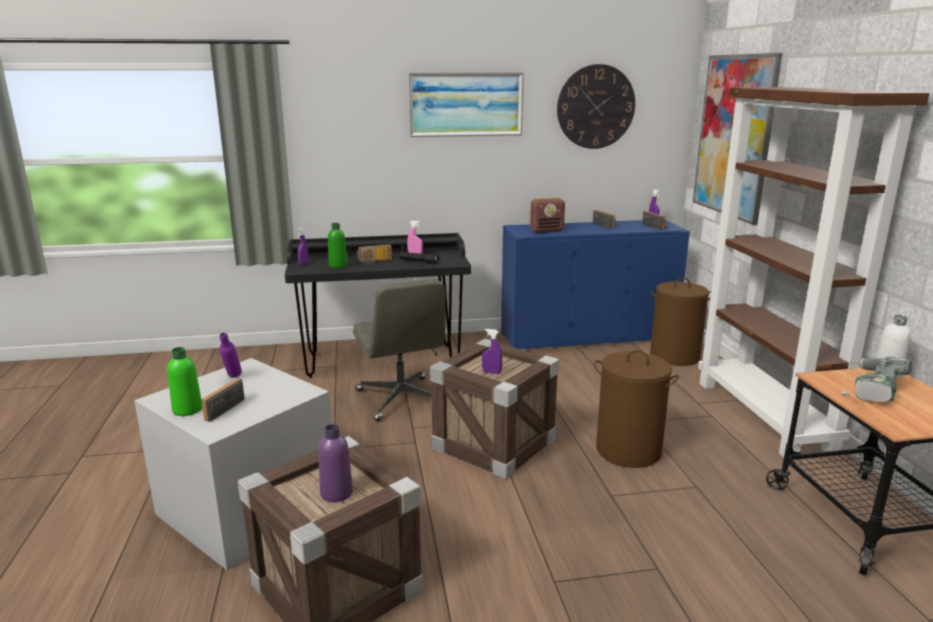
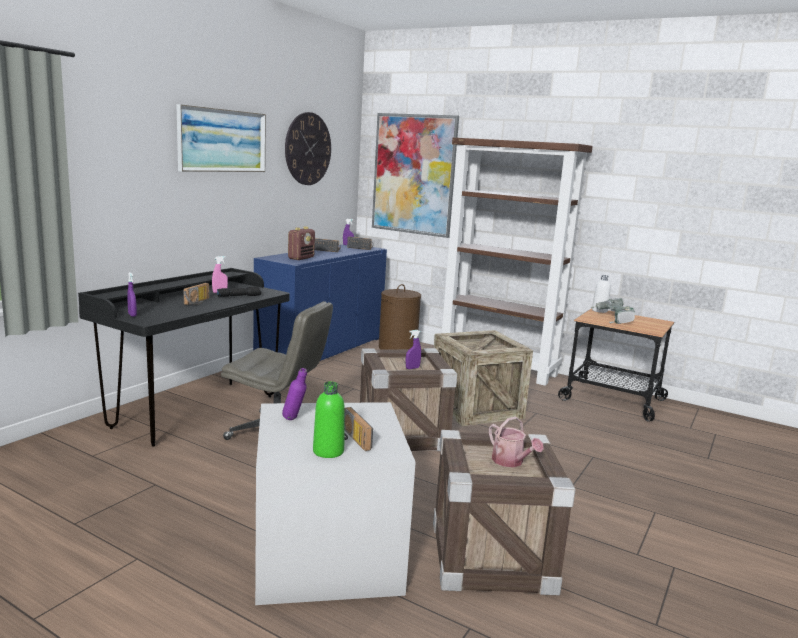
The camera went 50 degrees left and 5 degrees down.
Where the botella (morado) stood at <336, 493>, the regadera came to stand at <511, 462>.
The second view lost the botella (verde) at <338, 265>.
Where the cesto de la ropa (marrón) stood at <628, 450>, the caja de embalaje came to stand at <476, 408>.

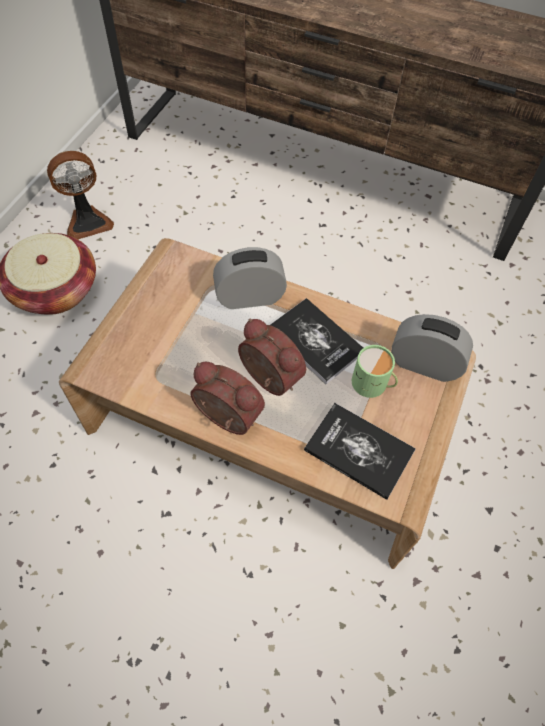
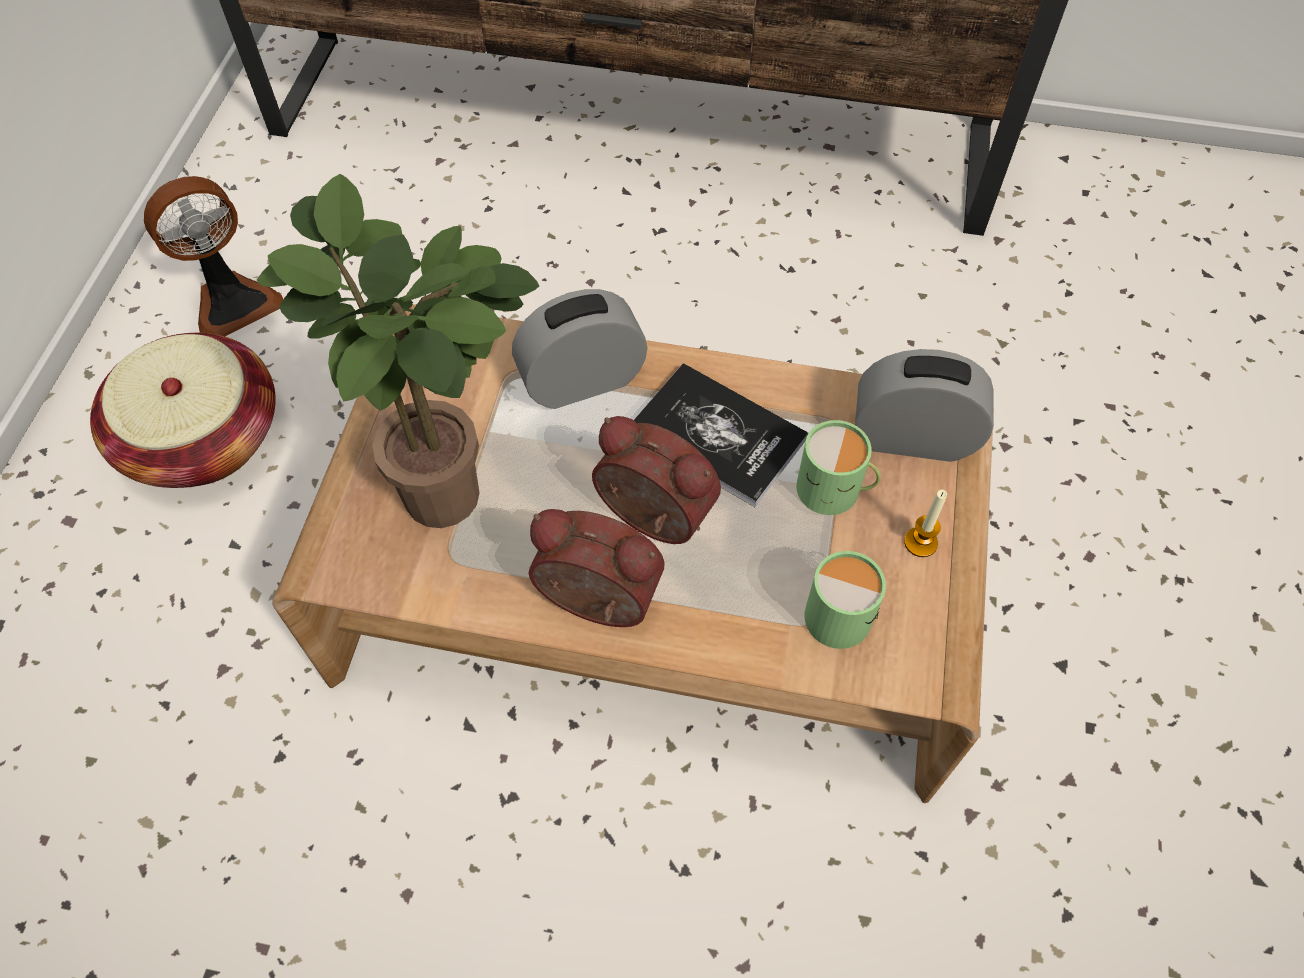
The camera went 10 degrees left and 0 degrees up.
Where the libro stood at <359, 451>, the taza grande (verde) came to stand at <841, 611>.
The second view gained the planta en maceta at <456, 498>.
The second view gained the vela at <920, 542>.

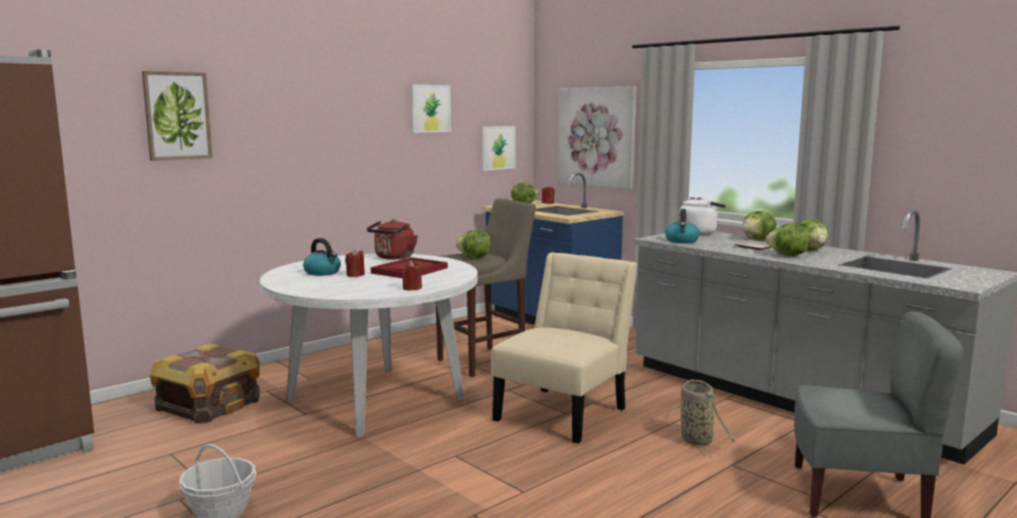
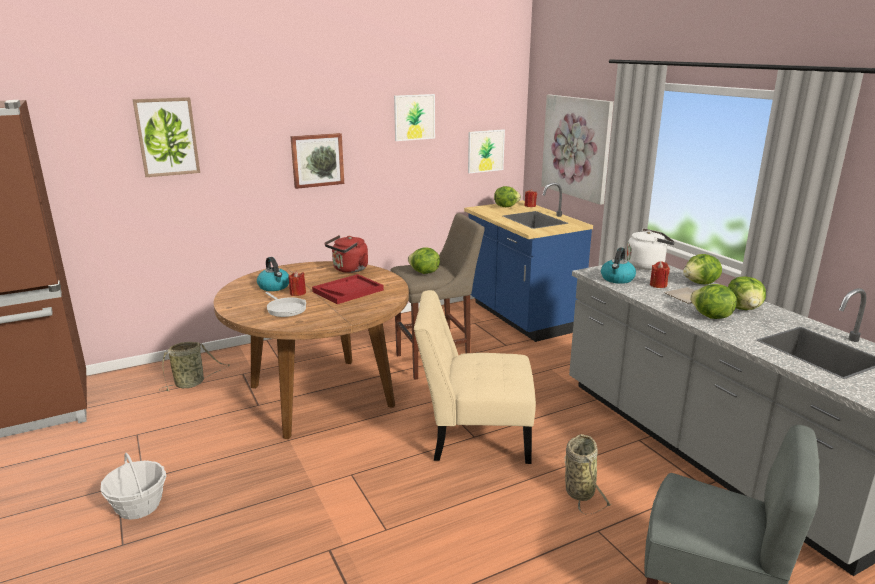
The camera went 15 degrees right and 10 degrees up.
Where the caja de embalaje stood at <209, 404>, the cesta came to stand at <192, 383>.
What was the mesa de comedor (blanco) at <375, 399> turned into the mesa de comedor (marrón) at <321, 396>.
The vela (rojo) ended up elsewhere, having gone from <412, 288> to <658, 285>.
The silla (beis) at <564, 412> ended up facing another way, 135 degrees counterclockwise from before.
The second view gained the sartén at <285, 309>.
The second view gained the cuadro at <317, 160>.

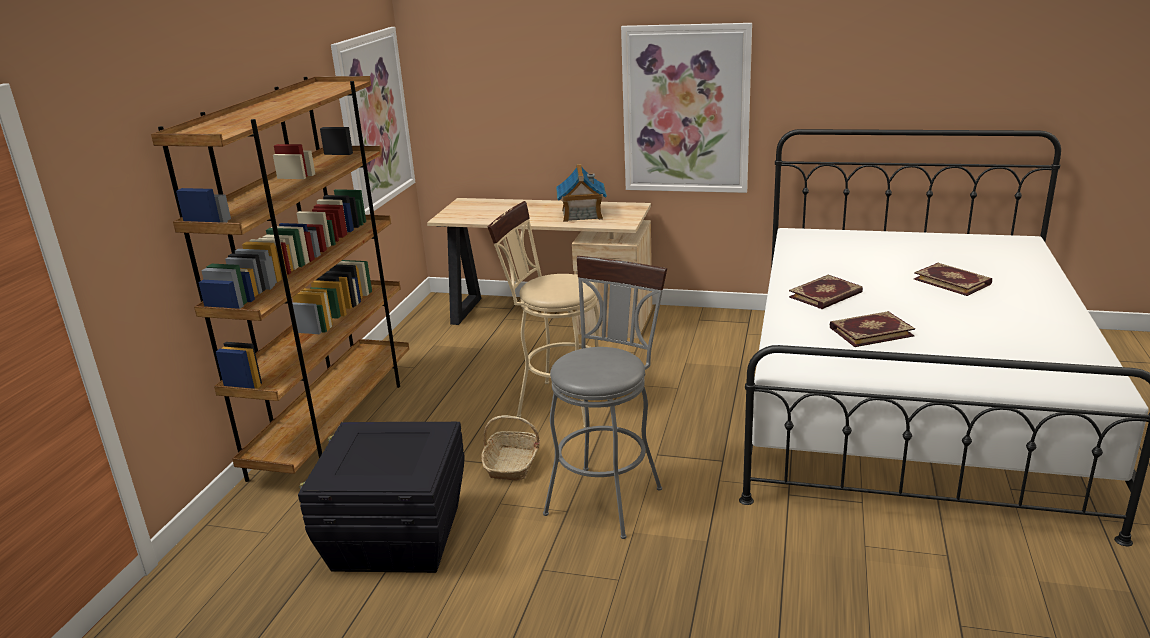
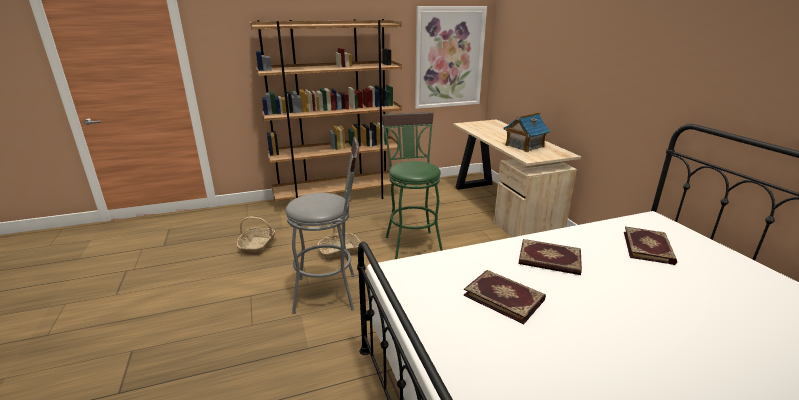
The camera went 55 degrees right and 0 degrees up.
Where the caja de almacenaje (negro) stood at <395, 538>, the cesta came to stand at <257, 246>.
What was the taburete (beis) at <557, 403> turned into the taburete (verde) at <412, 243>.
The second view lost the cuadro at <686, 110>.
The libro ended up elsewhere, having gone from <952, 281> to <649, 247>.

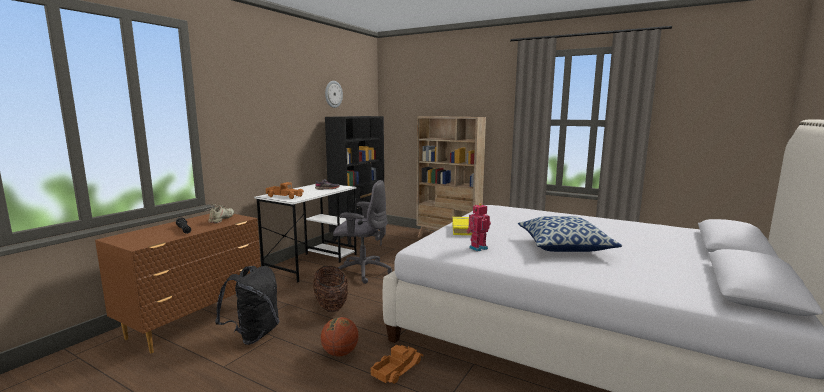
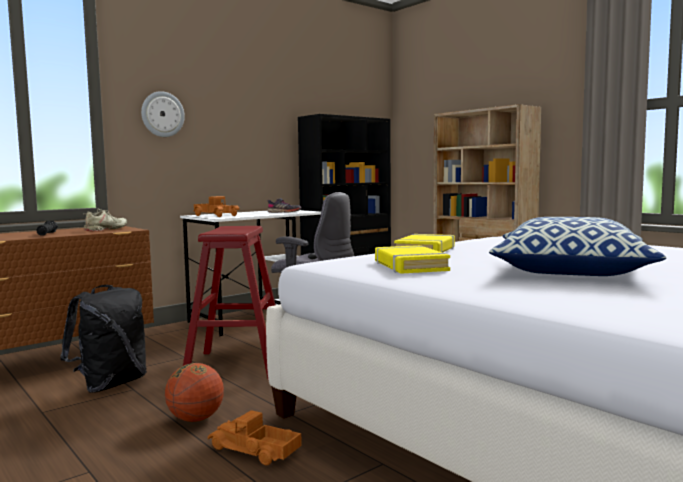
The camera went 20 degrees right and 5 degrees down.
Where the cesta stood at <331, 306>, the taburete (rojo) came to stand at <237, 365>.
The reloj de pared ended up elsewhere, having gone from <333, 94> to <162, 114>.
The camión de juguete at <396, 369> ended up facing another way, 120 degrees counterclockwise from before.
Where the robot de juguete stood at <477, 248>, the libro (amarillo) came to stand at <409, 266>.

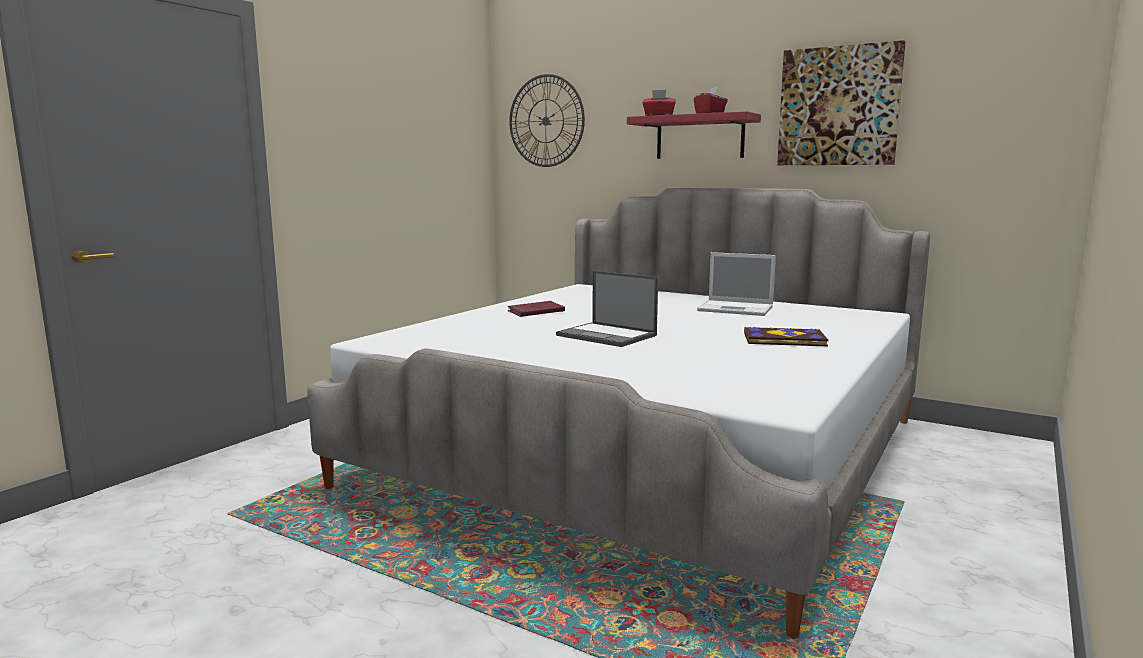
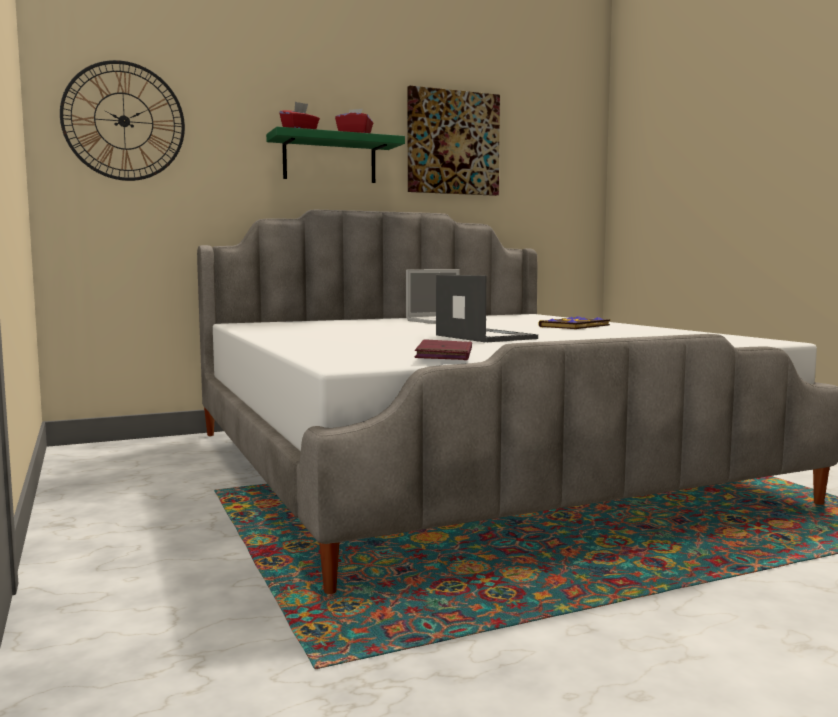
The camera went 55 degrees left and 5 degrees down.
The libro (rojo) ended up elsewhere, having gone from <536, 312> to <444, 355>.
The portátil at <608, 335> ended up facing another way, 105 degrees counterclockwise from before.
What was the estante (rojo) at <700, 137> turned into the estante (verde) at <329, 159>.

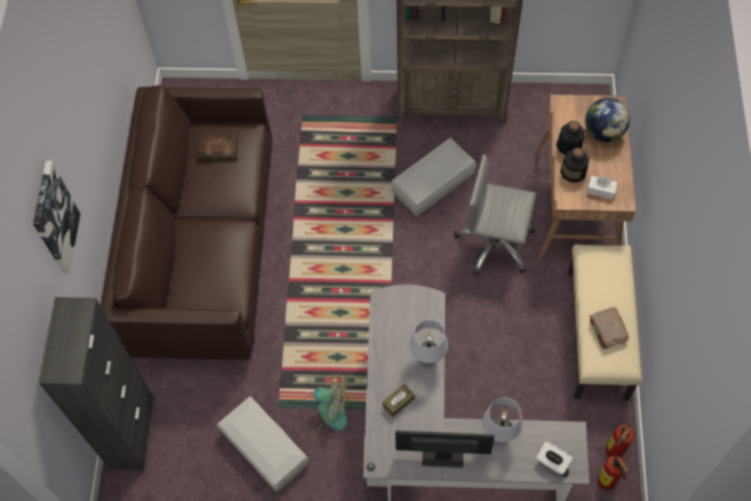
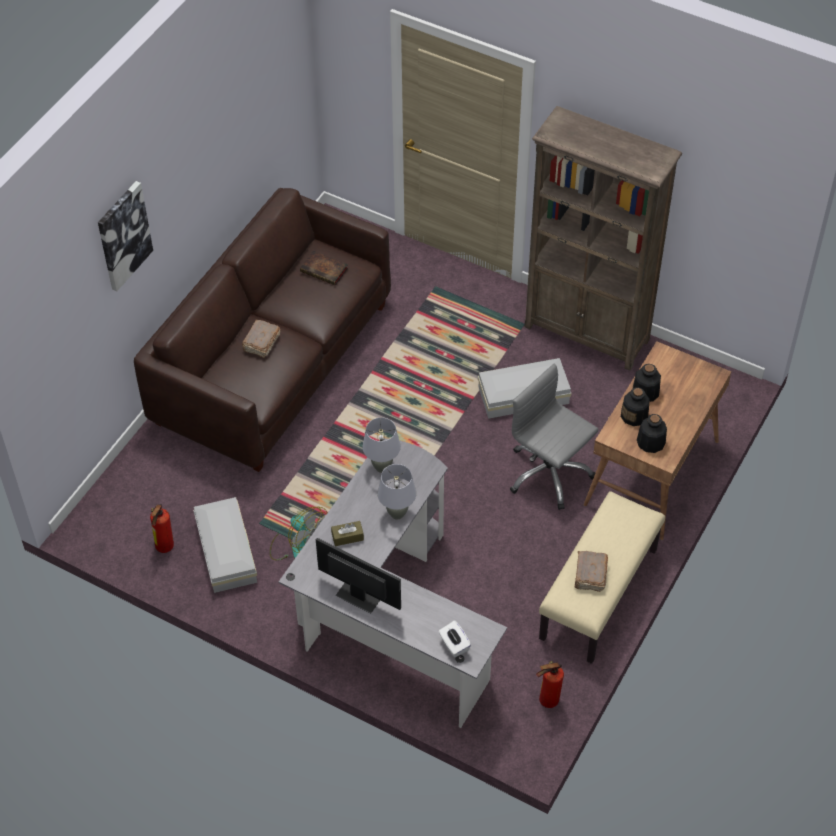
The camera went 25 degrees right and 10 degrees down.
The second view lost the armario (negro) at <132, 432>.
The lámpara de mesa (gris) ended up elsewhere, having gone from <499, 434> to <382, 467>.
The second view lost the globo terráqueo at <604, 132>.
Where the caja de pañuelos (blanco) stood at <601, 190>, the botella came to stand at <650, 442>.
The extintor ended up elsewhere, having gone from <607, 484> to <163, 548>.
The second view gained the libro (marrón) at <261, 343>.

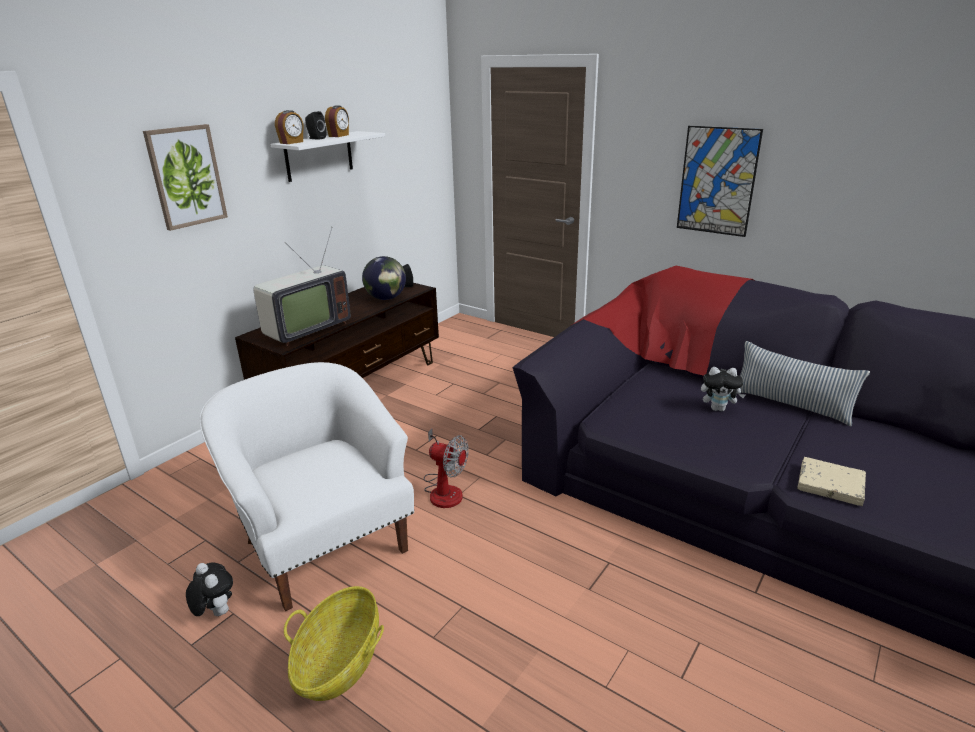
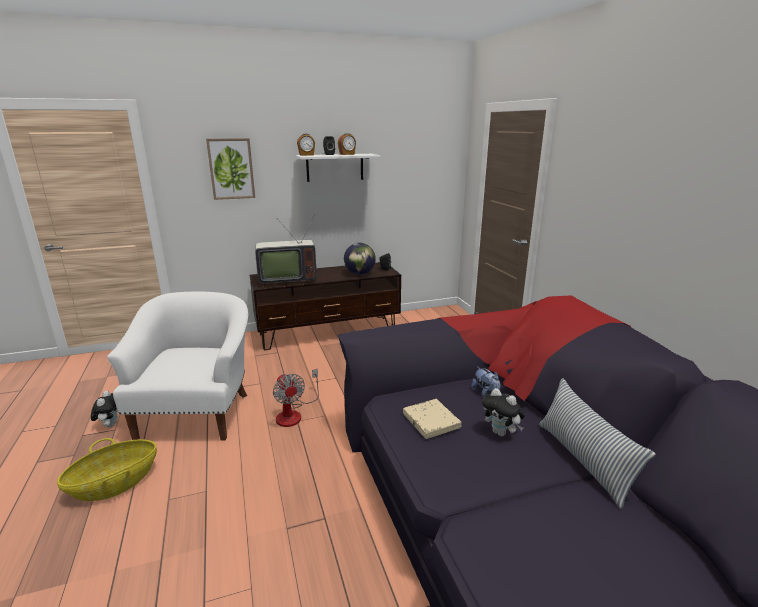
The camera went 35 degrees right and 5 degrees down.
The second view lost the cuadro at <717, 181>.
The libro (beis) ended up elsewhere, having gone from <830, 485> to <431, 421>.
The second view gained the peluche at <486, 394>.

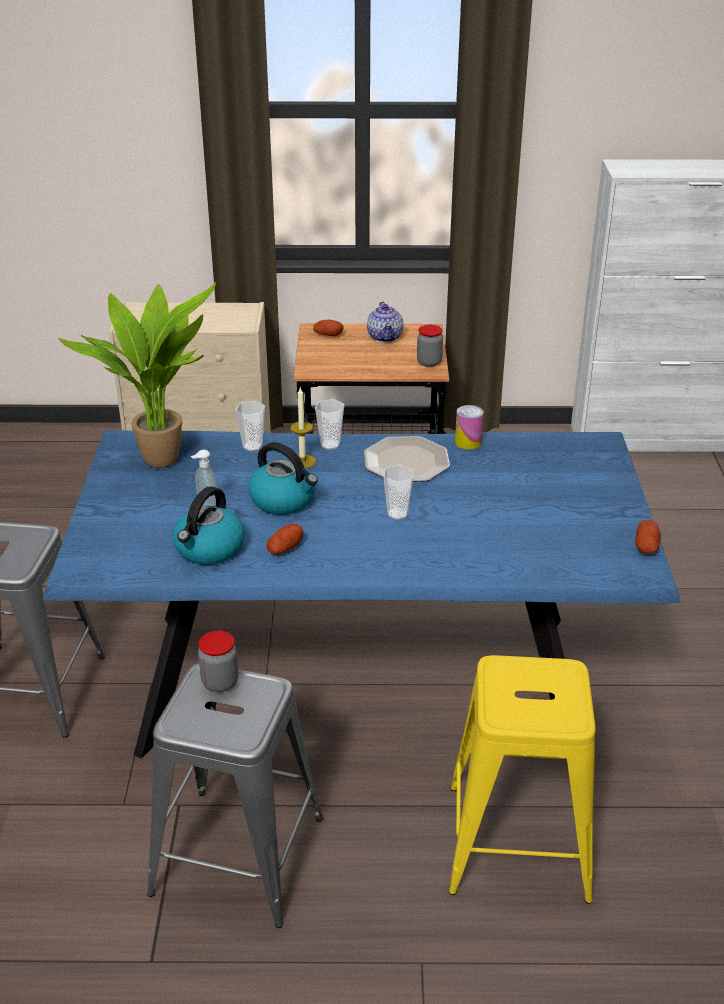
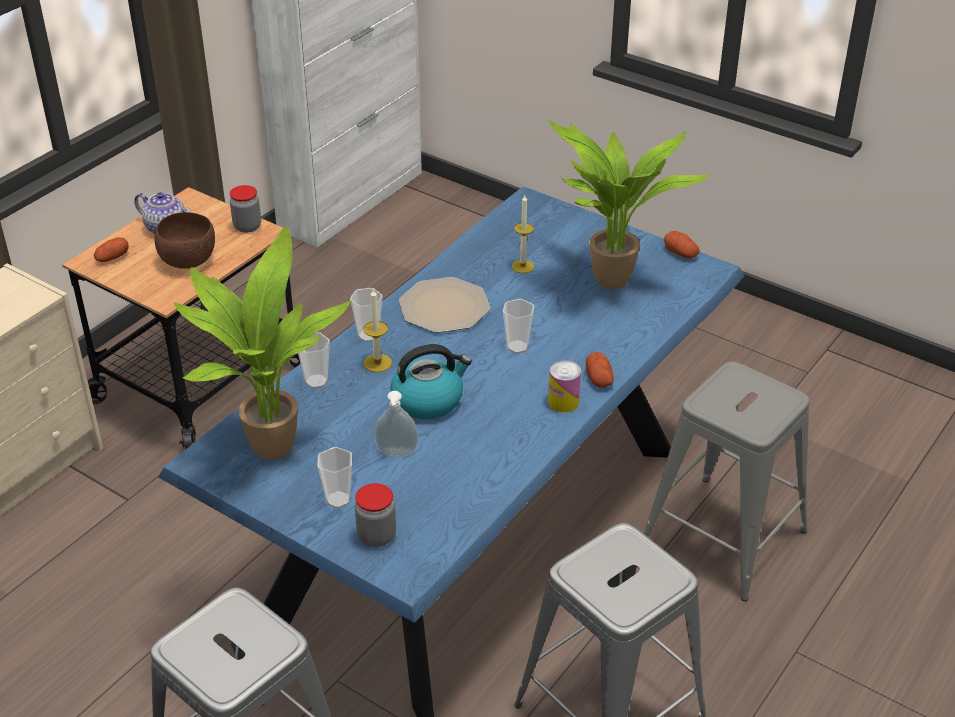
The camera went 55 degrees left and 5 degrees up.
The second view lost the hervidor at <209, 549>.
The tarro ended up elsewhere, having gone from <220, 682> to <376, 536>.
The patata ended up elsewhere, having gone from <285, 548> to <599, 378>.
What was the taburete (amarillo) at <518, 841> turned into the taburete (gris) at <723, 536>.
The lata ended up elsewhere, having gone from <468, 442> to <563, 402>.
The second view gained the cuenco (marrón) at <189, 261>.
The second view gained the taza at <338, 500>.
The second view gained the vela at <522, 266>.
The second view gained the planta en maceta at <610, 285>.

